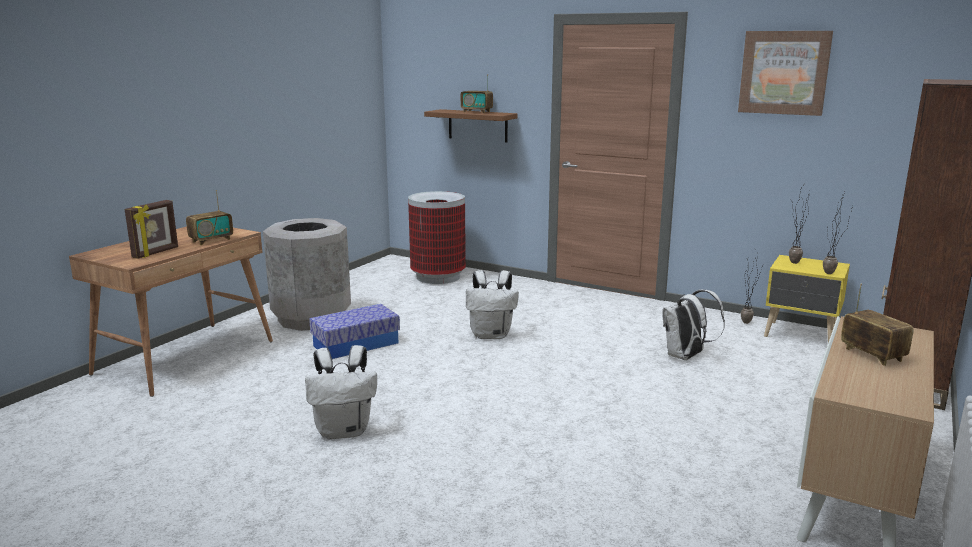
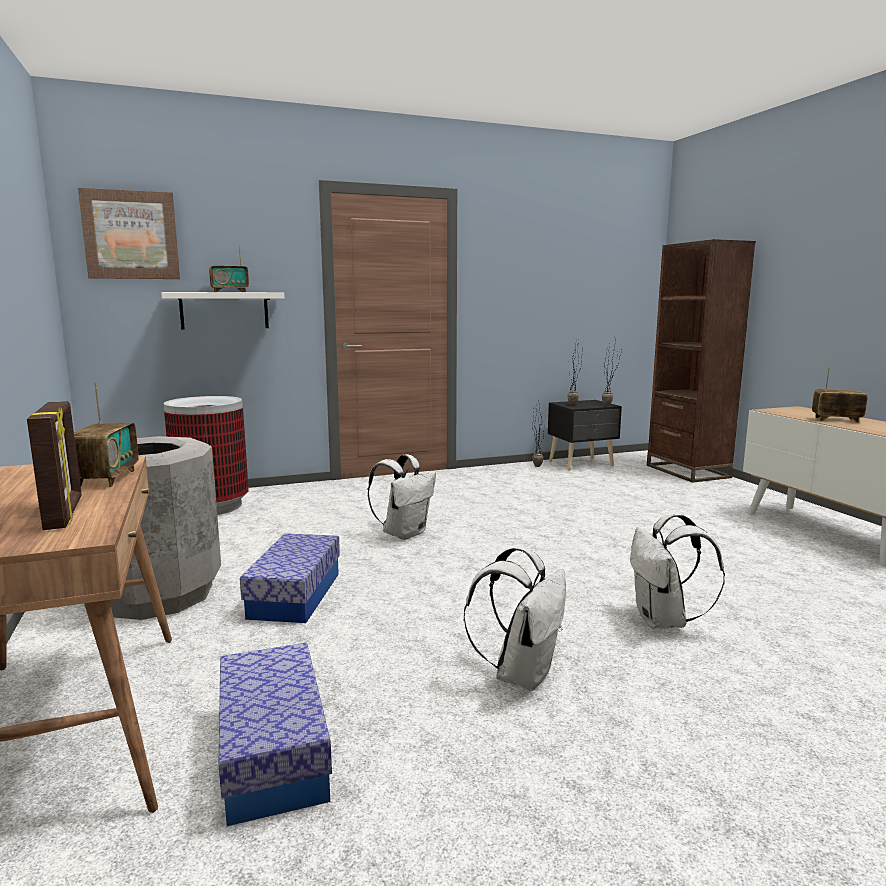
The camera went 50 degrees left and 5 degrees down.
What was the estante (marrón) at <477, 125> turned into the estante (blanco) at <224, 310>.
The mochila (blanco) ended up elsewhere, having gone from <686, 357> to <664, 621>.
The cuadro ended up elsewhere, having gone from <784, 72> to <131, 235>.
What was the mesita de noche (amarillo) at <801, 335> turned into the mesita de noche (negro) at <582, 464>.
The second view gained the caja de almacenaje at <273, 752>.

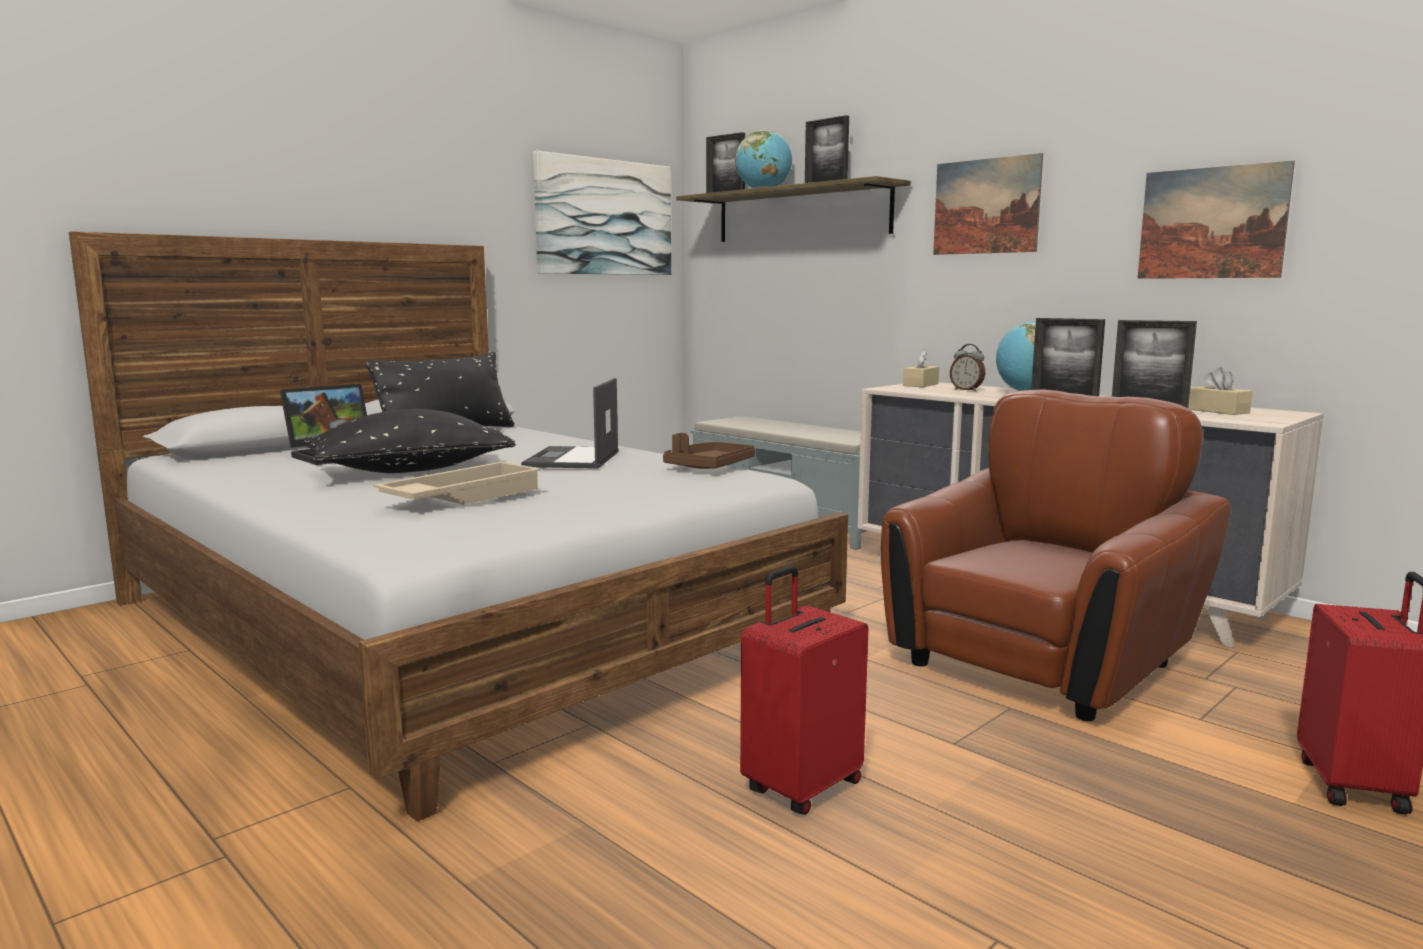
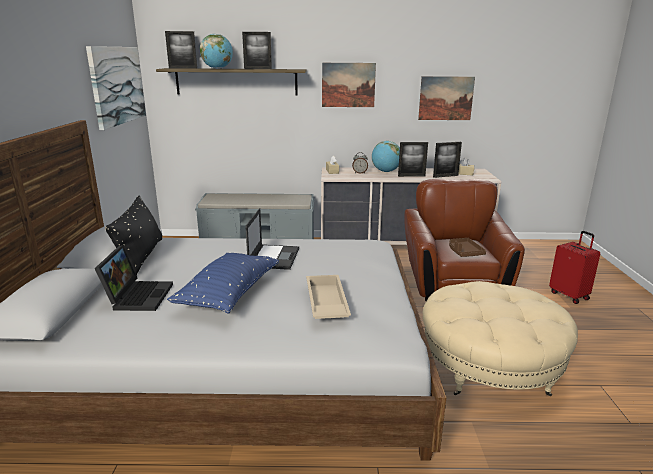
The camera went 45 degrees left and 10 degrees up.
What was the cojín (negro) at <411, 470> turned into the cojín (azul) at <229, 294>.
The portátil at <572, 459> ended up facing another way, 135 degrees counterclockwise from before.
The bandeja (marrón) ended up elsewhere, having gone from <709, 467> to <464, 252>.
Where the maleta (rojo) stood at <800, 787>, the puf (beis) came to stand at <489, 367>.

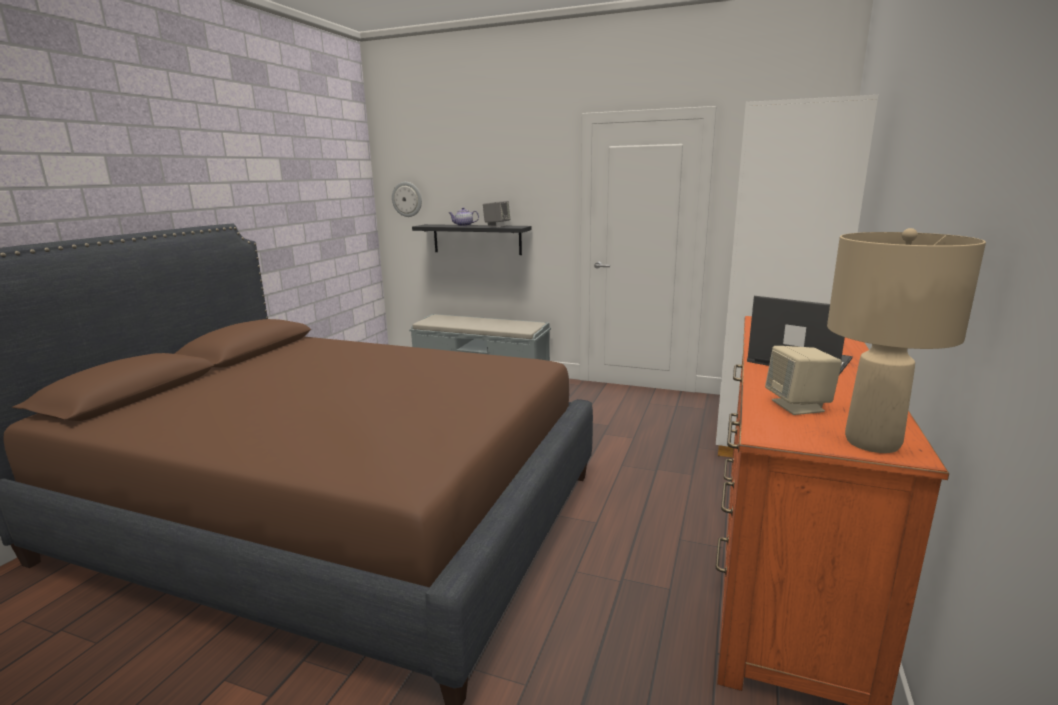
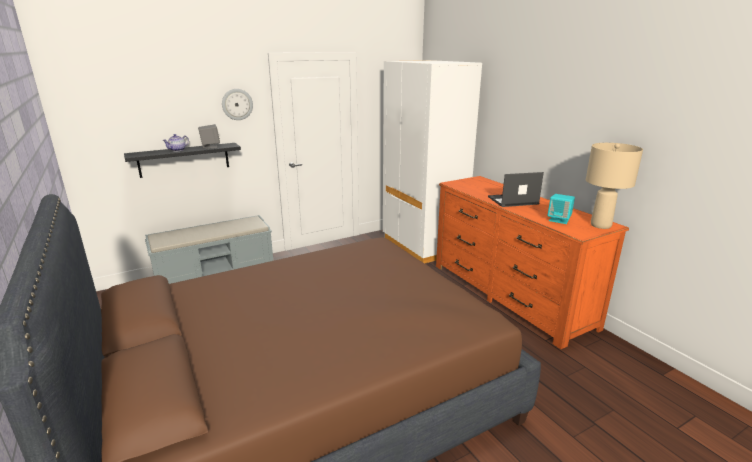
The camera went 50 degrees left and 5 degrees up.
The reloj de pared ended up elsewhere, having gone from <407, 199> to <237, 104>.
What was the altavoz (beis) at <798, 406> turned into the altavoz (turquesa) at <559, 220>.

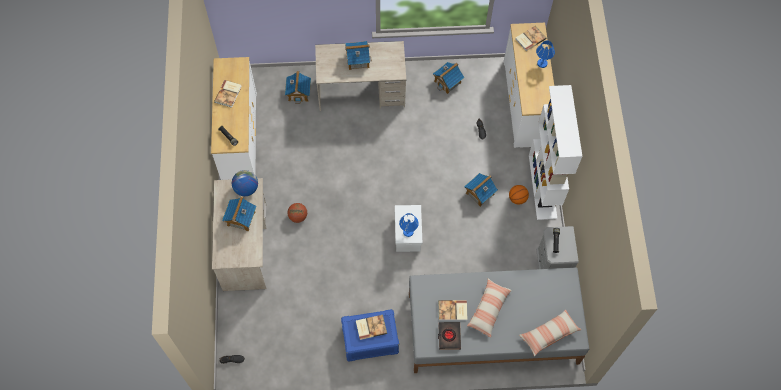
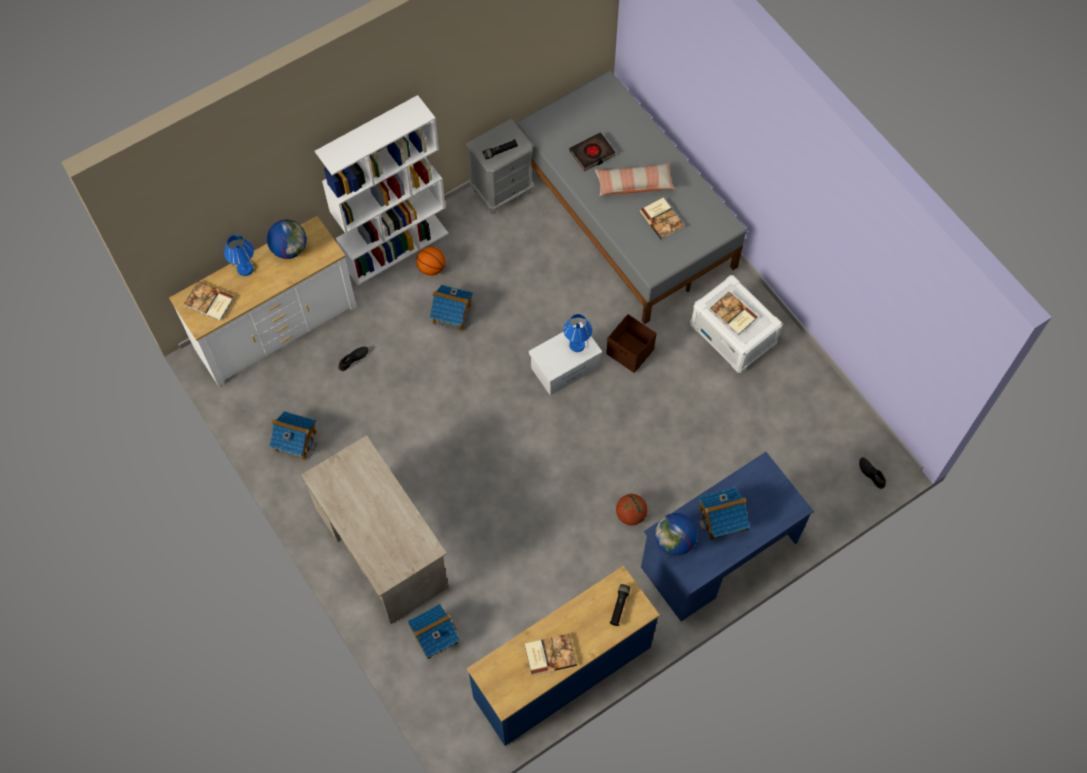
The camera went 120 degrees left and 0 degrees up.
What was the cómoda (blanco) at <239, 138> turned into the cómoda (azul) at <562, 673>.
What was the escritorio (beis) at <245, 246> turned into the escritorio (azul) at <718, 555>.
What was the caja de almacenaje (azul) at <370, 340> turned into the caja de almacenaje (blanco) at <733, 334>.
The second view lost the casita at <357, 60>.
The libro (negro) ended up elsewhere, having gone from <449, 336> to <592, 153>.
The second view lost the cojín at <549, 334>.
The second view gained the globo terráqueo at <289, 249>.
The second view gained the caja de almacenaje (marrón) at <630, 352>.

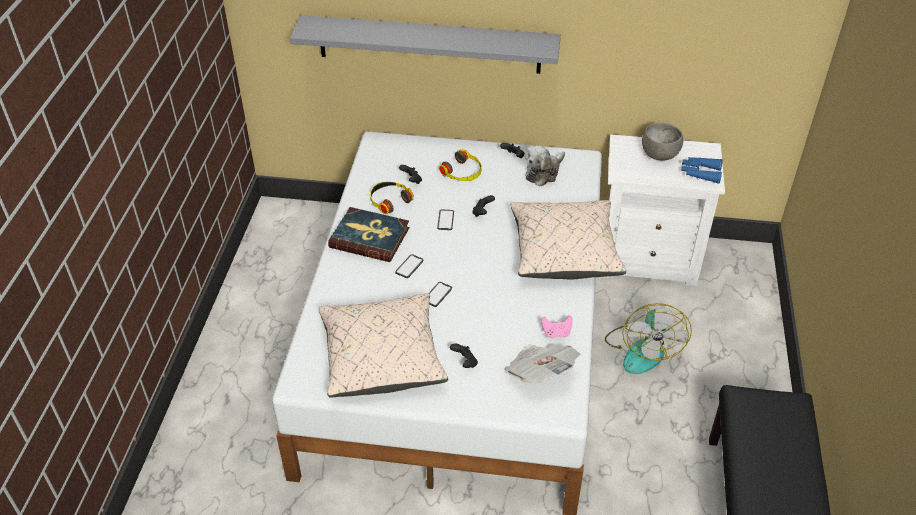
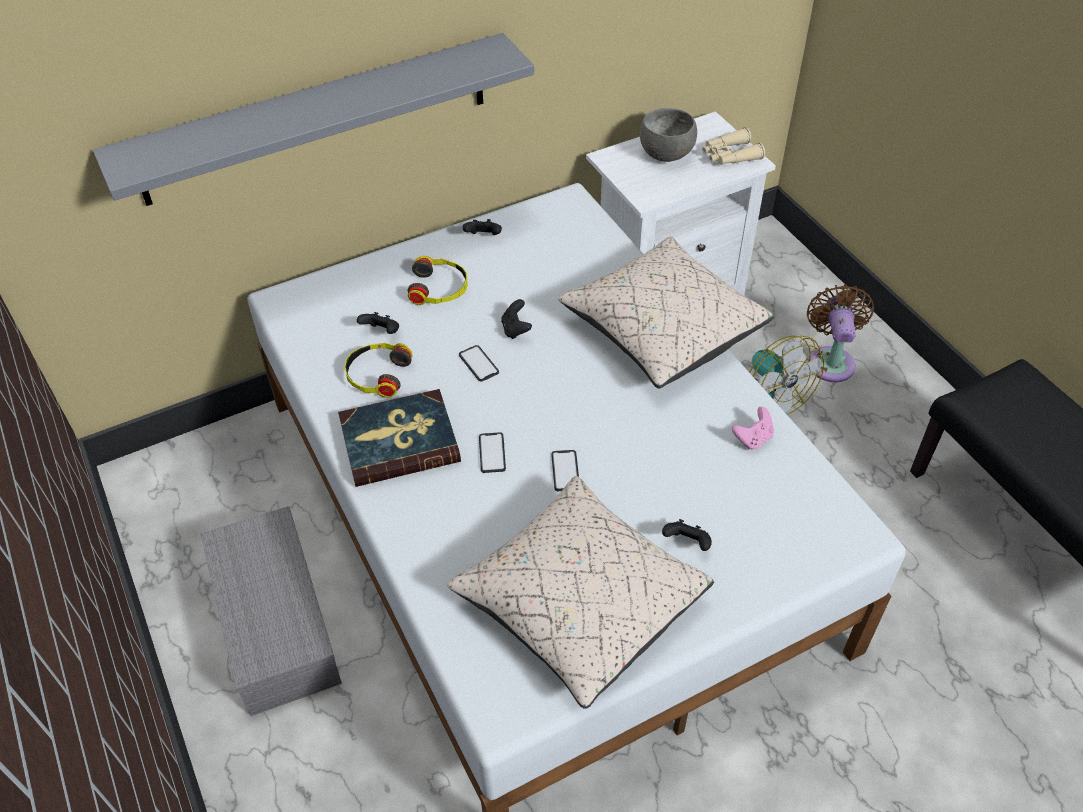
The camera went 35 degrees left and 5 degrees up.
The second view lost the periódico at <540, 373>.
The second view lost the peluche at <543, 172>.
What was the prismáticos (azul) at <700, 173> turned into the prismáticos (beis) at <729, 155>.
The second view gained the caja de almacenaje (gris) at <273, 621>.
The second view gained the ventilador (marrón) at <830, 360>.

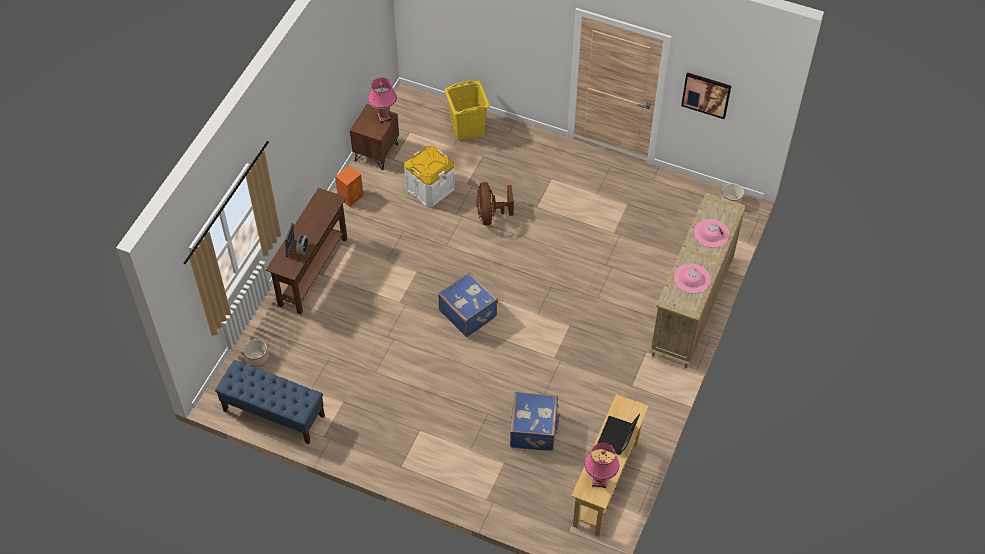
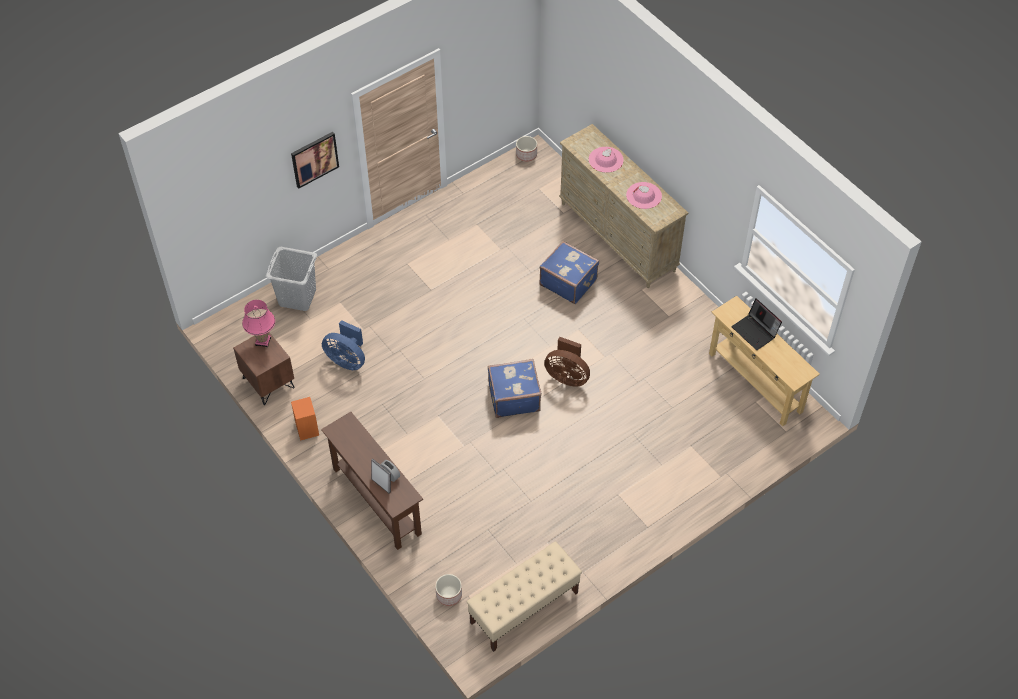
The camera went 60 degrees left and 0 degrees up.
What was the banco (azul) at <273, 413> turned into the banco (beis) at <524, 608>.
Where the caja de almacenaje (blanco) stood at <430, 188>, the ventilador (azul) came to stand at <347, 360>.
What was the cesto de la ropa (amarillo) at <468, 128> turned into the cesto de la ropa (gris) at <297, 297>.
The ventilador (marrón) ended up elsewhere, having gone from <491, 215> to <567, 376>.
The maleta (azul) ended up elsewhere, having gone from <534, 429> to <568, 282>.
The second view lost the lámpara de mesa (rosa) at <599, 481>.
The cuadro ended up elsewhere, having gone from <706, 94> to <314, 159>.

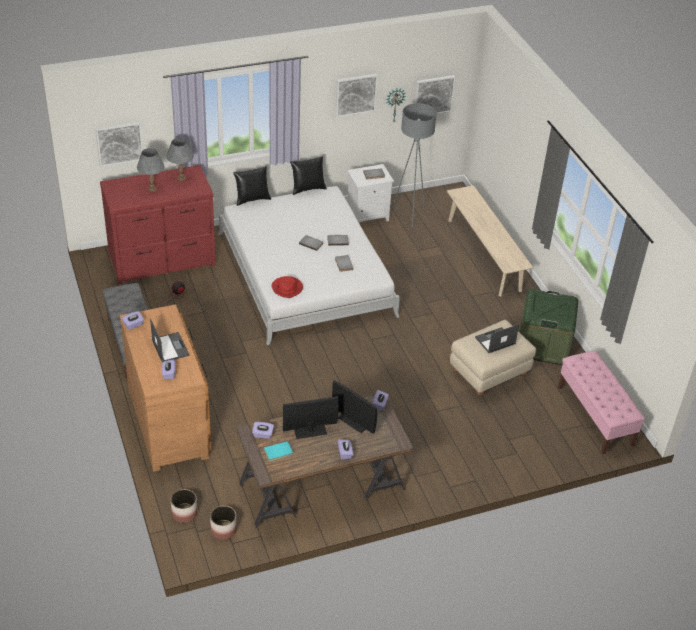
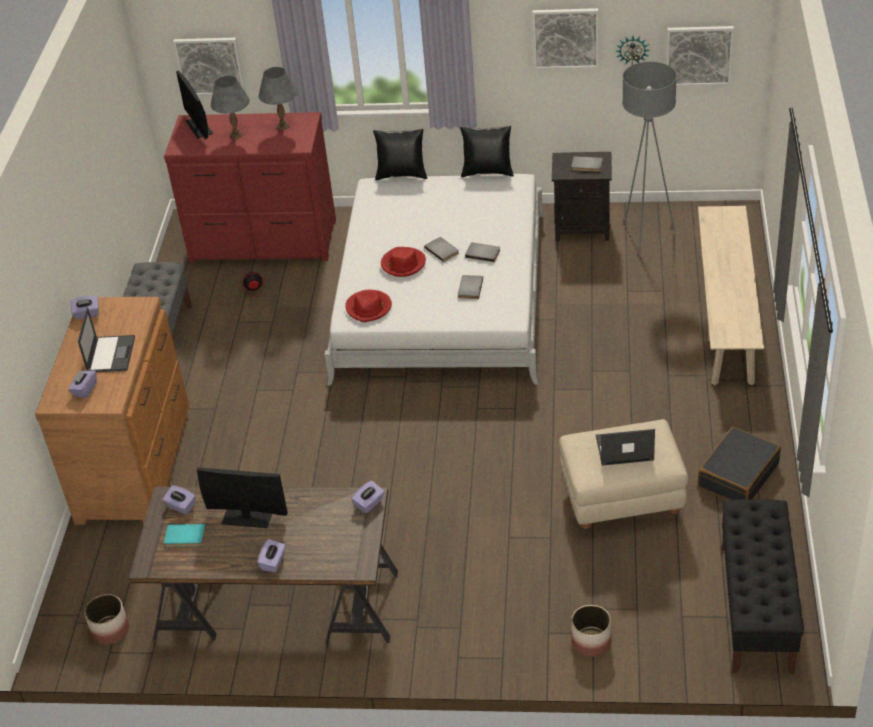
The camera went 30 degrees right and 0 degrees up.
The maceta ended up elsewhere, having gone from <184, 513> to <591, 641>.
The monitor ended up elsewhere, having gone from <354, 421> to <199, 127>.
What was the mesita de noche (blanco) at <368, 215> turned into the mesita de noche (negro) at <583, 227>.
Where the caja de almacenaje (verde) stood at <543, 345>, the maleta (negro) came to stand at <738, 474>.
What was the banco (rosa) at <595, 416> turned into the banco (negro) at <756, 608>.
The second view gained the sombrero (rojo) at <403, 264>.

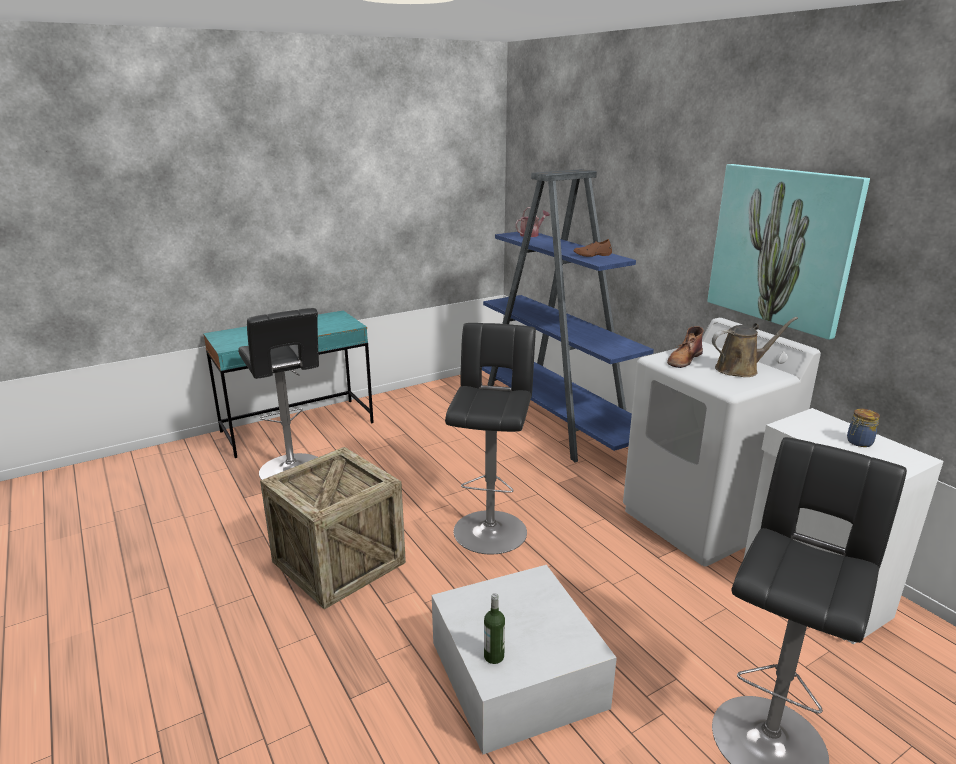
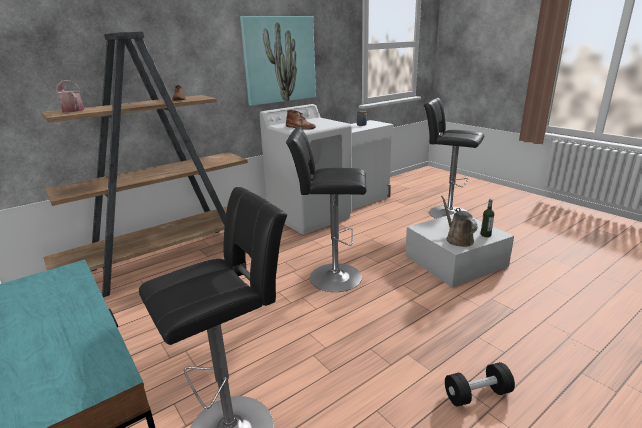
The camera went 95 degrees left and 0 degrees up.
The second view lost the caja de embalaje at <338, 562>.
What was the estantería (azul) at <554, 422> turned into the estantería (marrón) at <171, 259>.
The regadera (marrón) ended up elsewhere, having gone from <740, 369> to <457, 239>.
The second view gained the mancuerna (negro) at <477, 394>.

